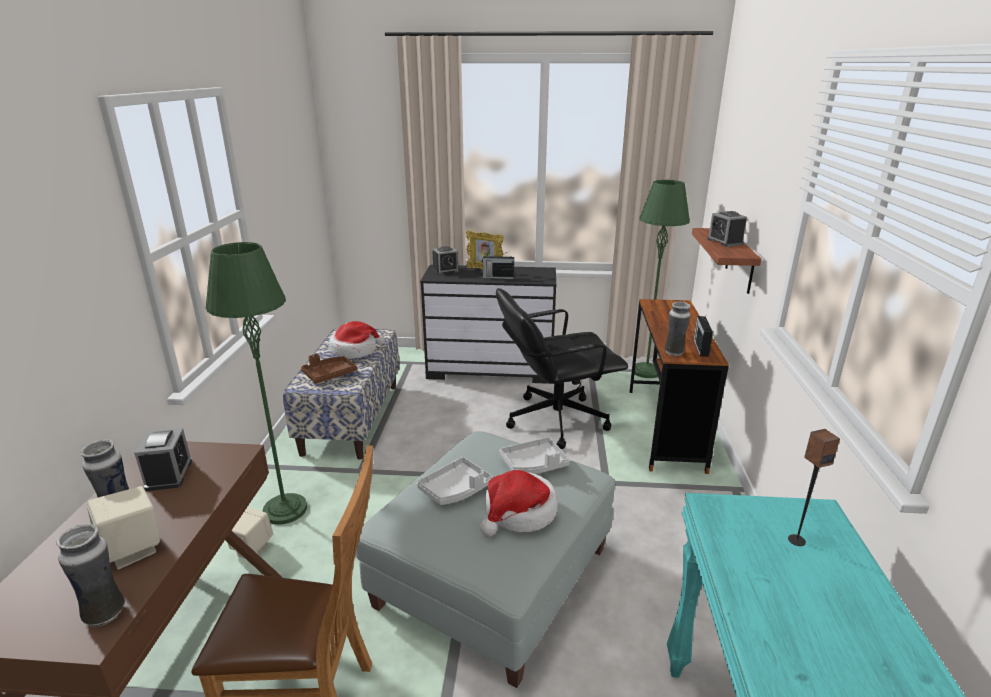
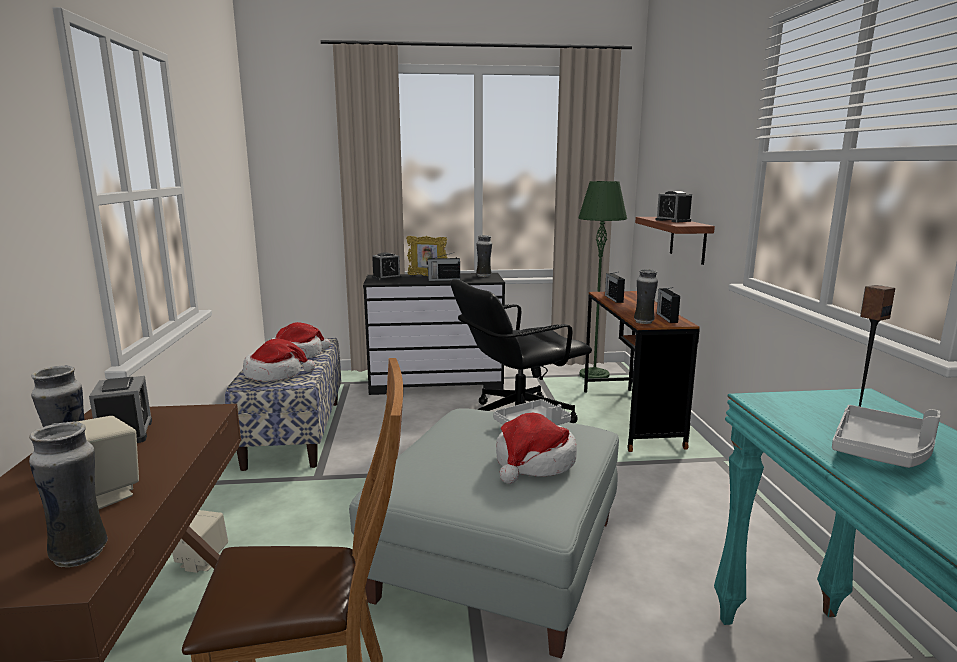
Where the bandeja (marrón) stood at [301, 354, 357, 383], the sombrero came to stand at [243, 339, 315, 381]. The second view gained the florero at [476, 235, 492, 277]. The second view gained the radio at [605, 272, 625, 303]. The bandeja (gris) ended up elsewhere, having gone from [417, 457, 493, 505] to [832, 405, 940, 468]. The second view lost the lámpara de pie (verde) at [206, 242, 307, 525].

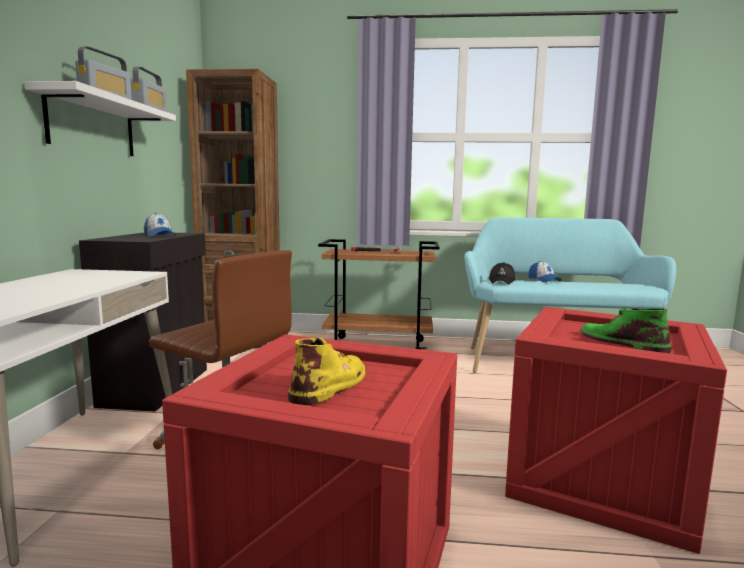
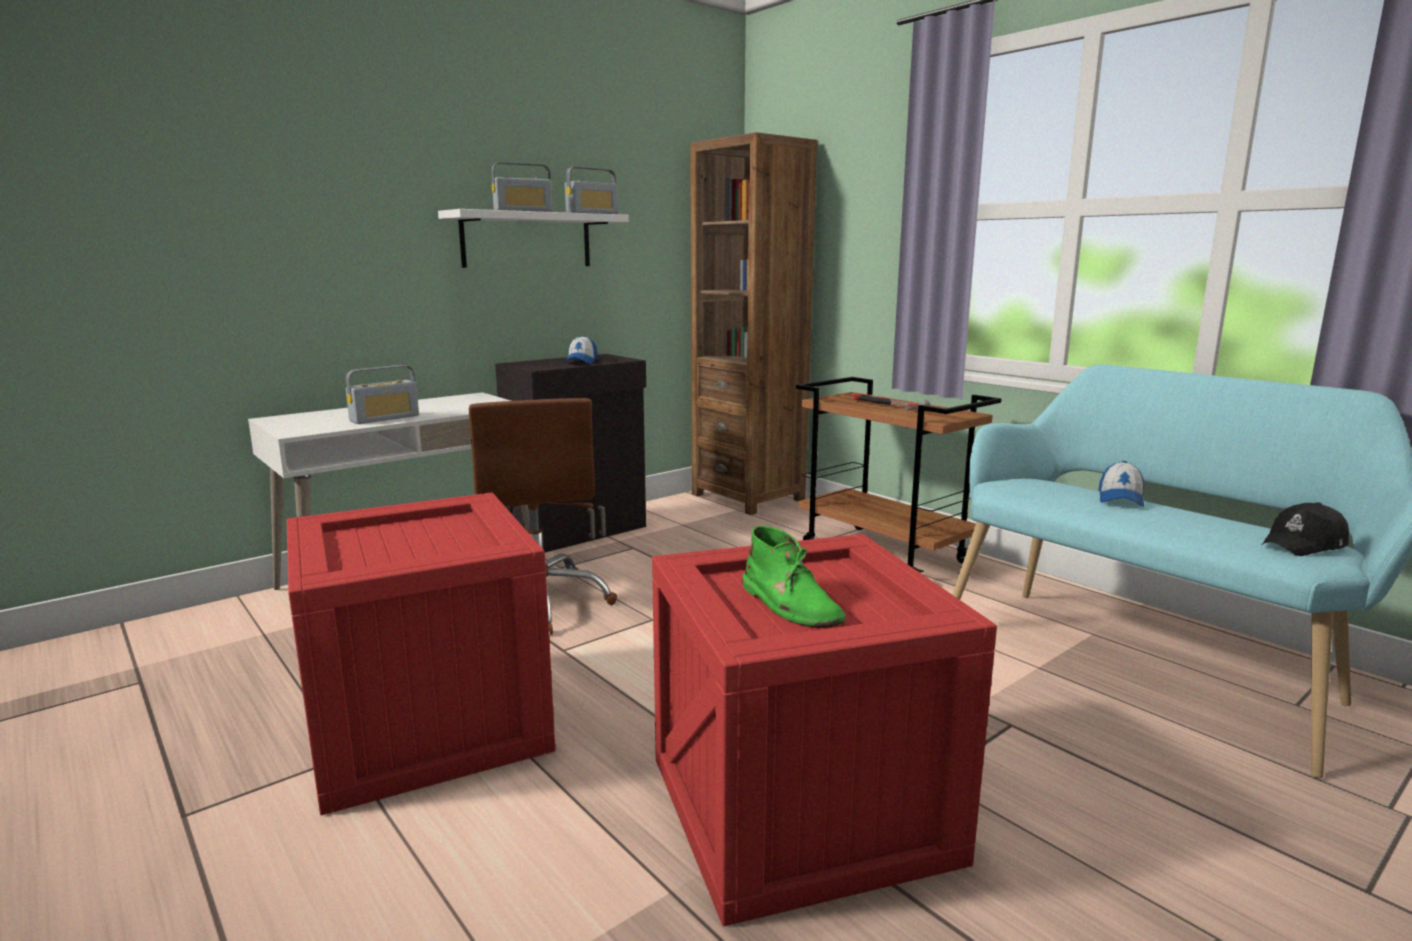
The second view gained the radio at [346, 365, 419, 424]. The bota (verde) at [580, 308, 672, 353] ended up facing another way, 135 degrees clockwise from before. The gorra (negro) ended up elsewhere, having gone from [489, 262, 515, 285] to [1262, 502, 1349, 556]. The second view lost the bota (amarillo) at [288, 337, 366, 405].

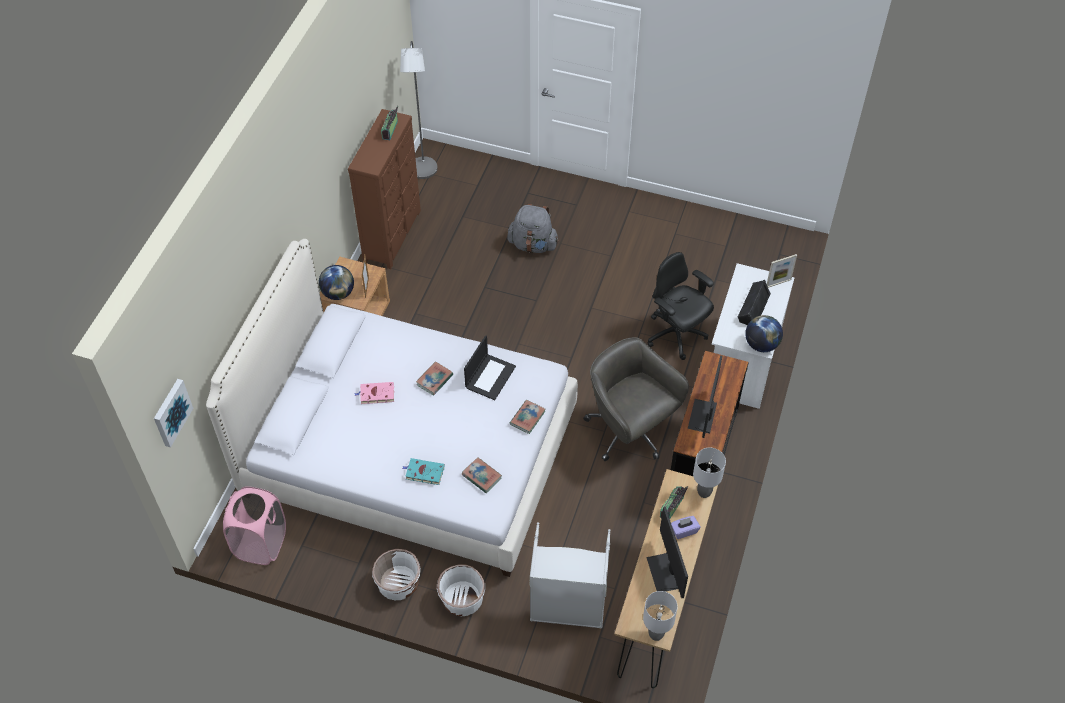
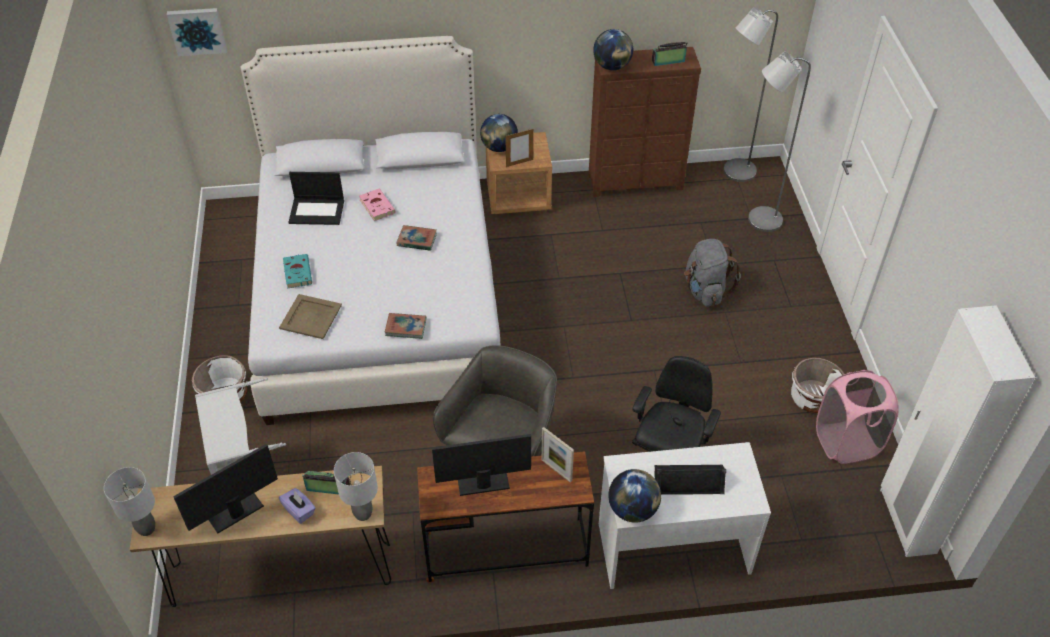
Where the libro stood at [462, 457, 502, 493], the bandeja (beis) came to stand at [279, 294, 342, 339]. The portátil ended up elsewhere, having gone from [464, 335, 516, 400] to [288, 172, 344, 225]. The portarretratos ended up elsewhere, having gone from [767, 254, 797, 288] to [541, 427, 574, 483]. The second view gained the globo terráqueo at [593, 29, 633, 70]. The second view gained the lámpara de pie (gris) at [748, 51, 811, 232]. The maceta (blanco) ended up elsewhere, having gone from [372, 549, 421, 600] to [791, 358, 845, 414]. The cesto de la ropa (rosa) ended up elsewhere, having gone from [223, 486, 286, 565] to [816, 370, 899, 464]. The second view gained the armario ropero (blanco) at [880, 305, 1035, 557].

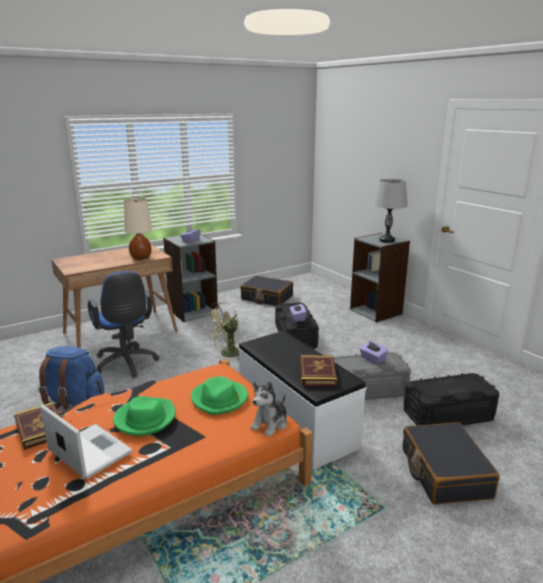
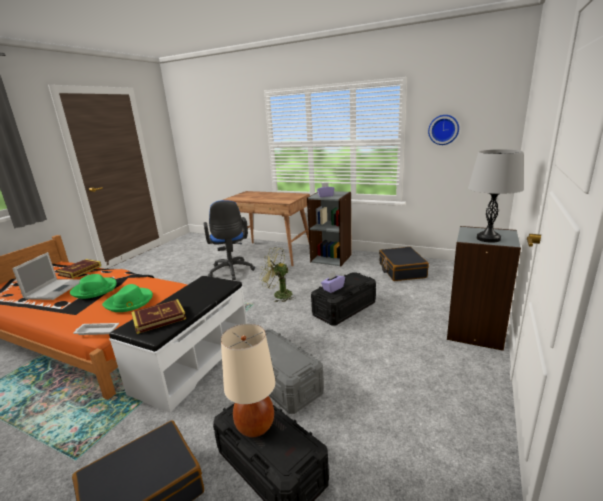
Where the peluche stood at [250, 381, 287, 437], the bandeja (blanco) came to stand at [73, 323, 119, 335]. The silla de oficina (azul) at [88, 271, 159, 378] ended up facing another way, 45 degrees counterclockwise from before. The lámpara de mesa (beis) ended up elsewhere, having gone from [124, 198, 152, 260] to [221, 324, 276, 437]. The second view gained the reloj de pared at [428, 115, 459, 145]. The second view lost the mochila (azul) at [38, 346, 105, 410]. The second view lost the caja de pañuelos (morado) at [360, 341, 388, 364].

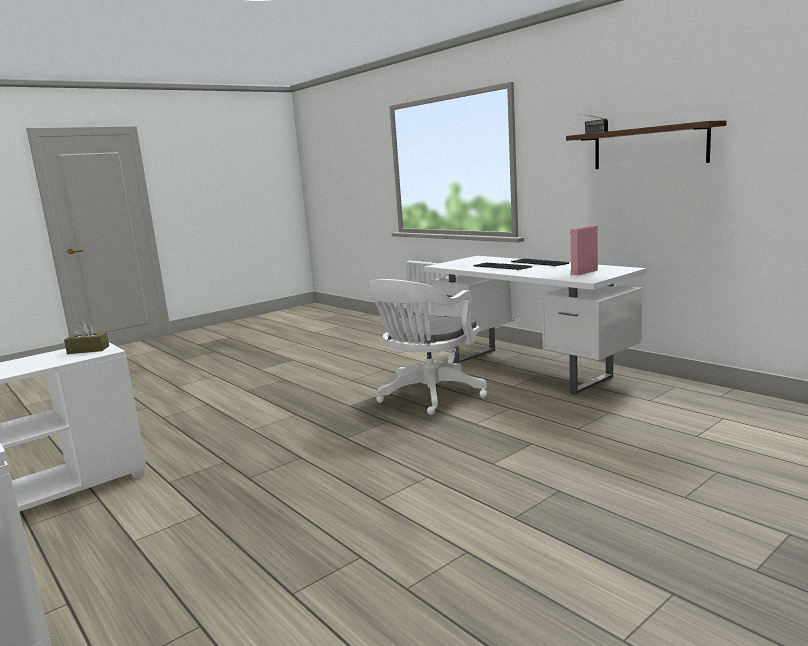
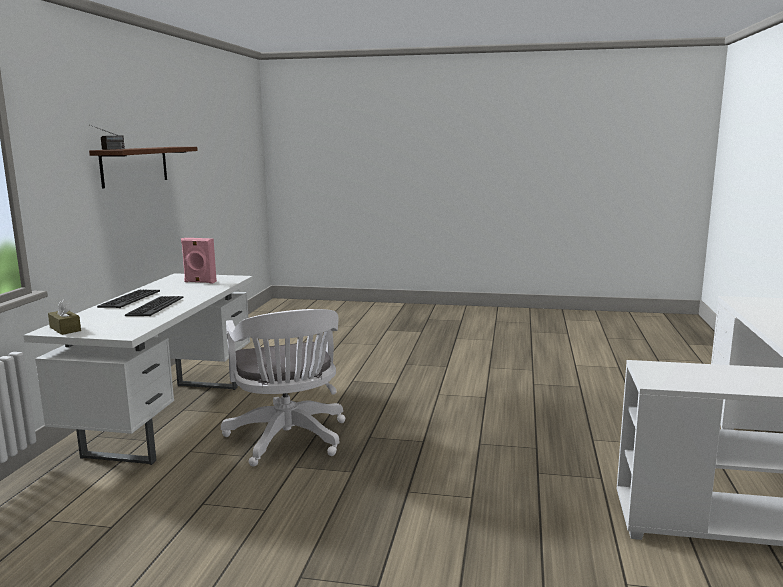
The caja de pañuelos (marrón) ended up elsewhere, having gone from [64, 322, 109, 354] to [48, 300, 81, 335]. The silla de oficina (blanco) at [369, 279, 487, 415] ended up facing another way, 75 degrees clockwise from before.

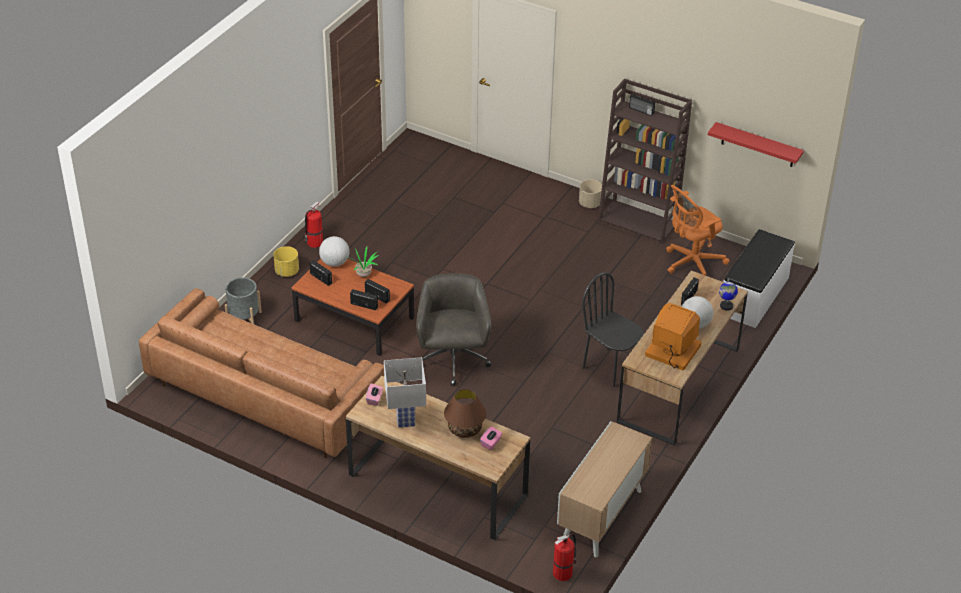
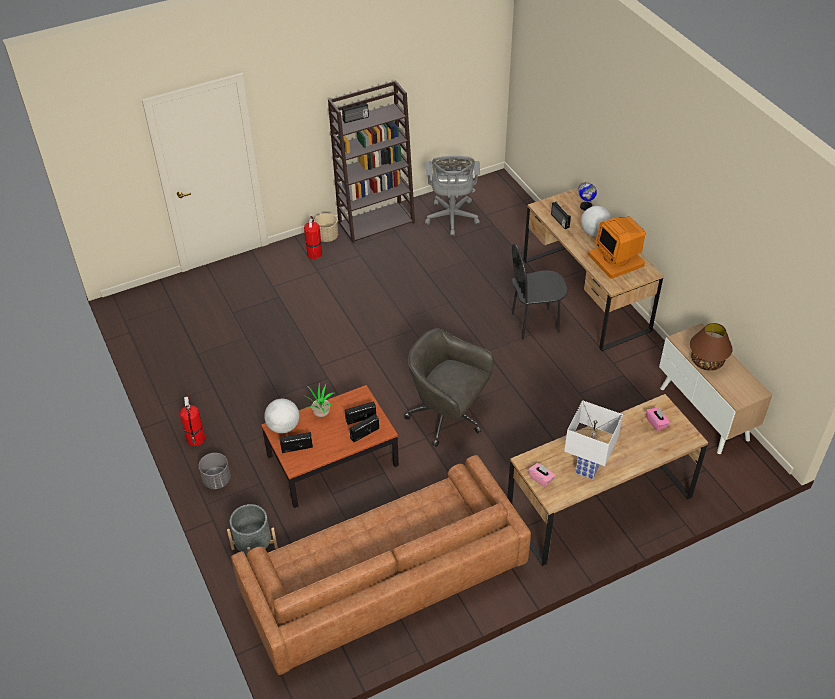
What was the maceta (amarillo) at [273, 246, 299, 277] turned into the maceta (gris) at [199, 453, 231, 489]. The extintor ended up elsewhere, having gone from [553, 534, 576, 581] to [304, 216, 322, 259]. What was the silla de oficina (naranja) at [666, 185, 730, 276] turned into the silla de oficina (gris) at [425, 156, 480, 235]. The monitor at [645, 303, 701, 370] ended up facing another way, 90 degrees counterclockwise from before. The lámpara de mesa (marrón) ended up elsewhere, having gone from [444, 389, 486, 438] to [690, 323, 733, 371]. The second view lost the estante (rojo) at [708, 122, 804, 167]. The second view lost the banco (blanco) at [723, 229, 795, 328].

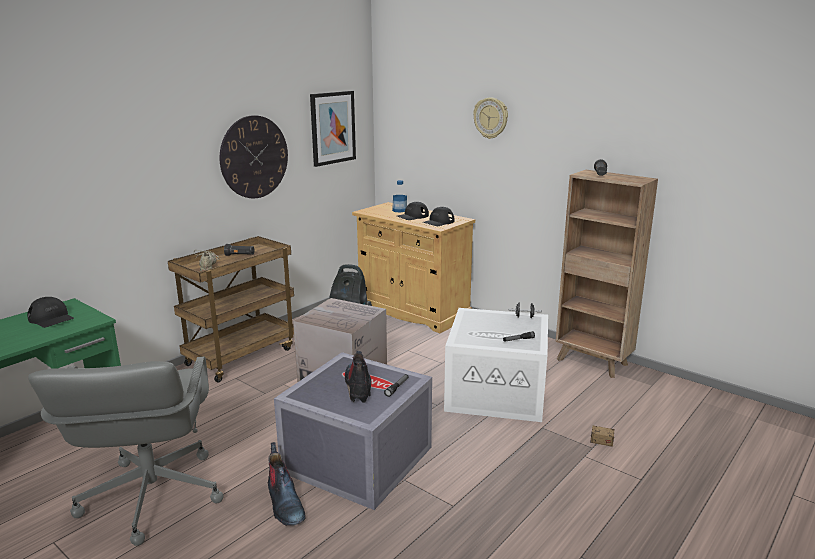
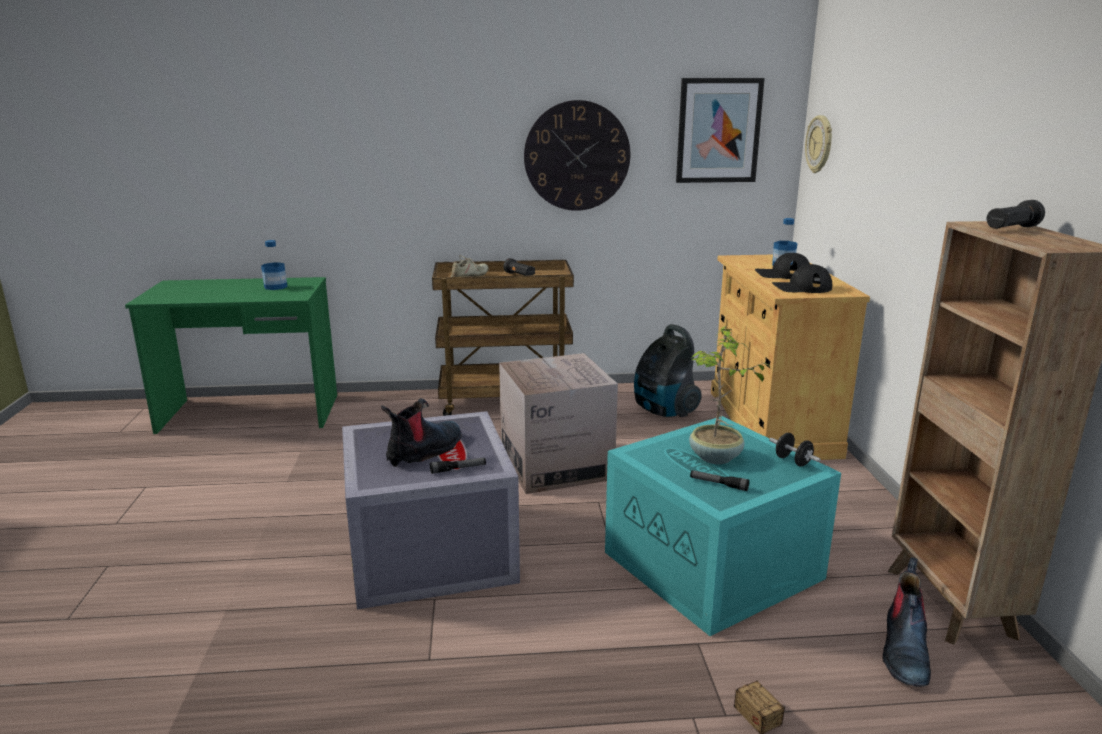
Where the gorra (negro) stood at [27, 297, 74, 328], the botella came to stand at [261, 240, 288, 290]. What was the caja de almacenaje (blanco) at [444, 308, 548, 422] turned into the caja de almacenaje (turquesa) at [605, 416, 841, 636]. The second view gained the planta en maceta at [689, 326, 772, 464]. The reloj de pared ended up elsewhere, having gone from [473, 98, 508, 139] to [805, 115, 832, 173]. The bota ended up elsewhere, having gone from [268, 442, 306, 526] to [882, 557, 931, 687]. The second view lost the silla de oficina (gris) at [28, 357, 224, 546].

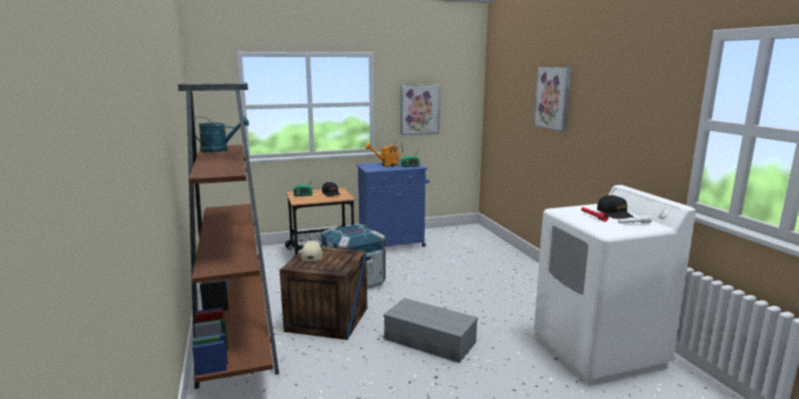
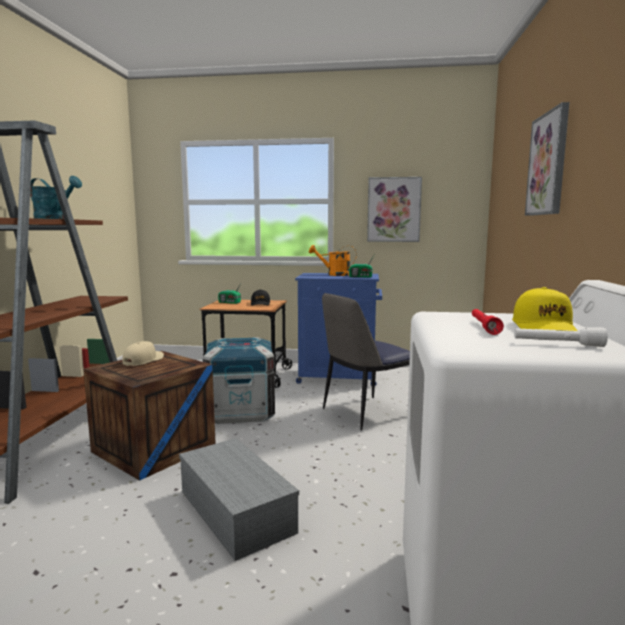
The second view gained the silla at [322, 293, 410, 431]. What was the gorra (negro) at [597, 195, 634, 219] turned into the gorra (amarillo) at [512, 287, 578, 331].

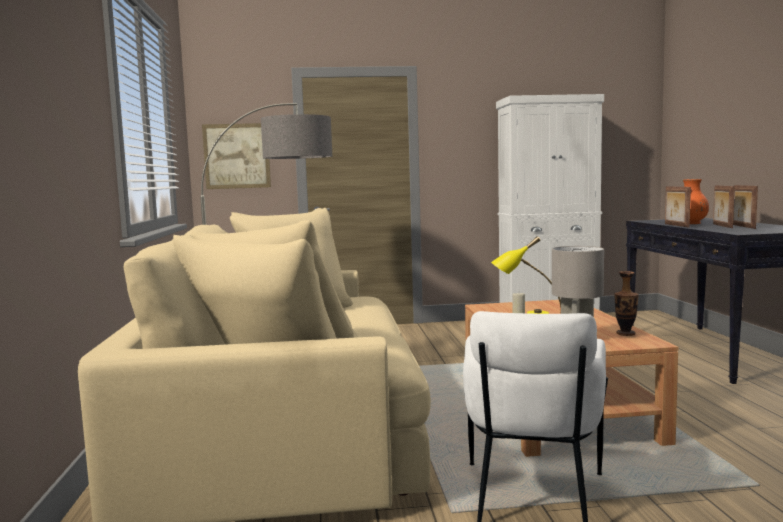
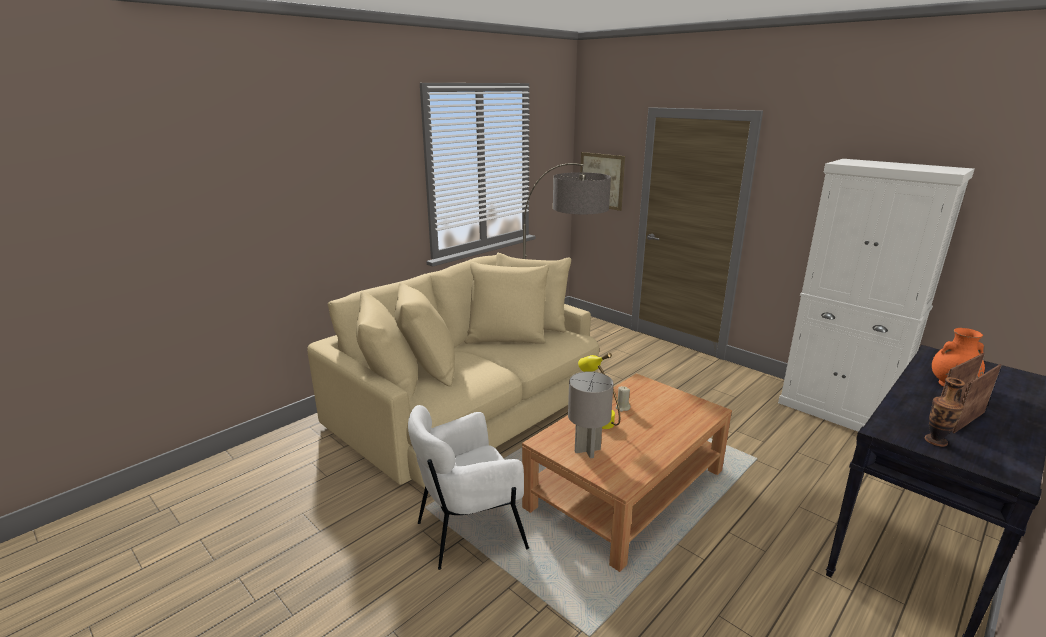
The florero ended up elsewhere, having gone from [614, 271, 639, 336] to [925, 377, 965, 447]. The second view lost the portarretratos at [665, 186, 691, 228].

